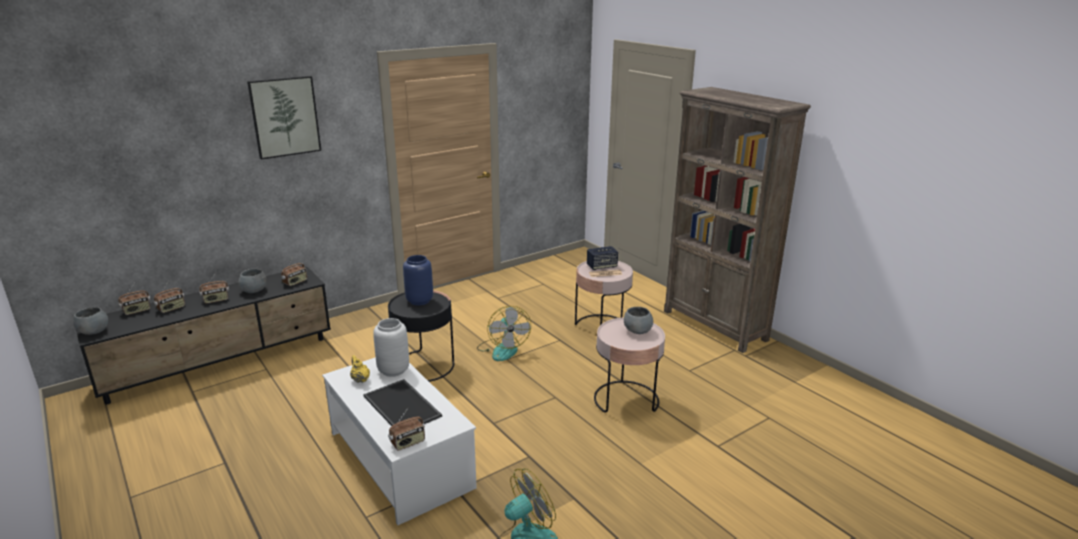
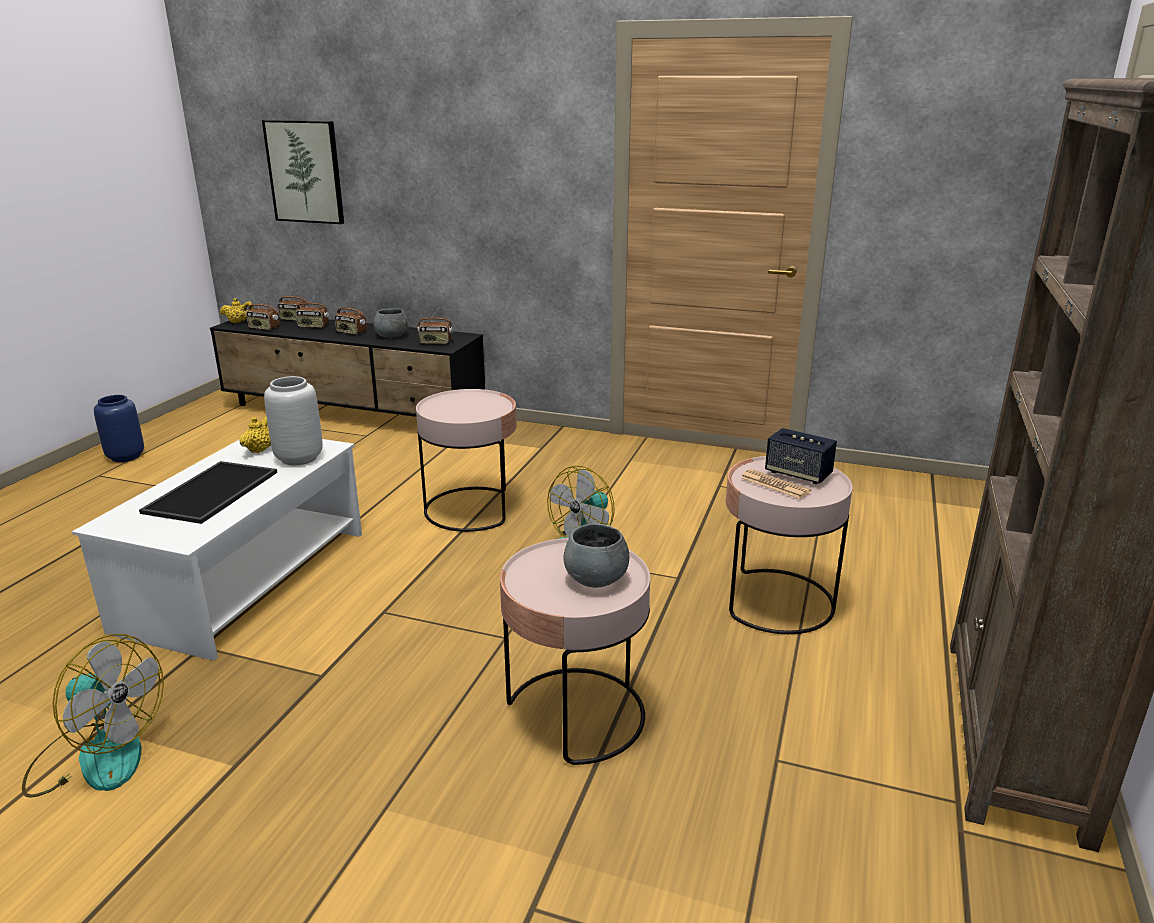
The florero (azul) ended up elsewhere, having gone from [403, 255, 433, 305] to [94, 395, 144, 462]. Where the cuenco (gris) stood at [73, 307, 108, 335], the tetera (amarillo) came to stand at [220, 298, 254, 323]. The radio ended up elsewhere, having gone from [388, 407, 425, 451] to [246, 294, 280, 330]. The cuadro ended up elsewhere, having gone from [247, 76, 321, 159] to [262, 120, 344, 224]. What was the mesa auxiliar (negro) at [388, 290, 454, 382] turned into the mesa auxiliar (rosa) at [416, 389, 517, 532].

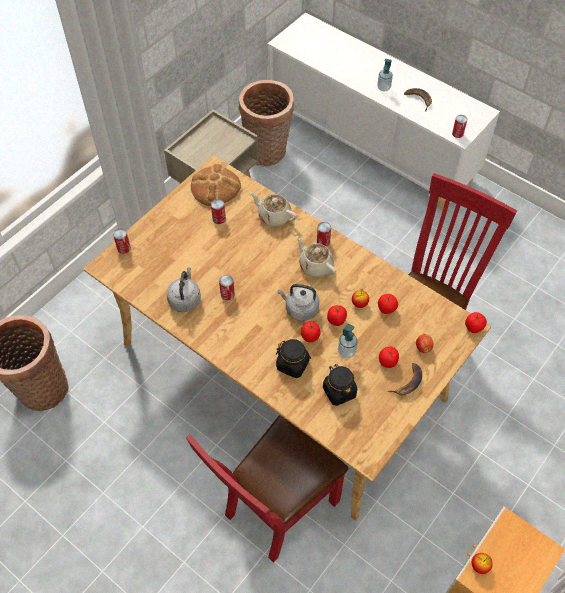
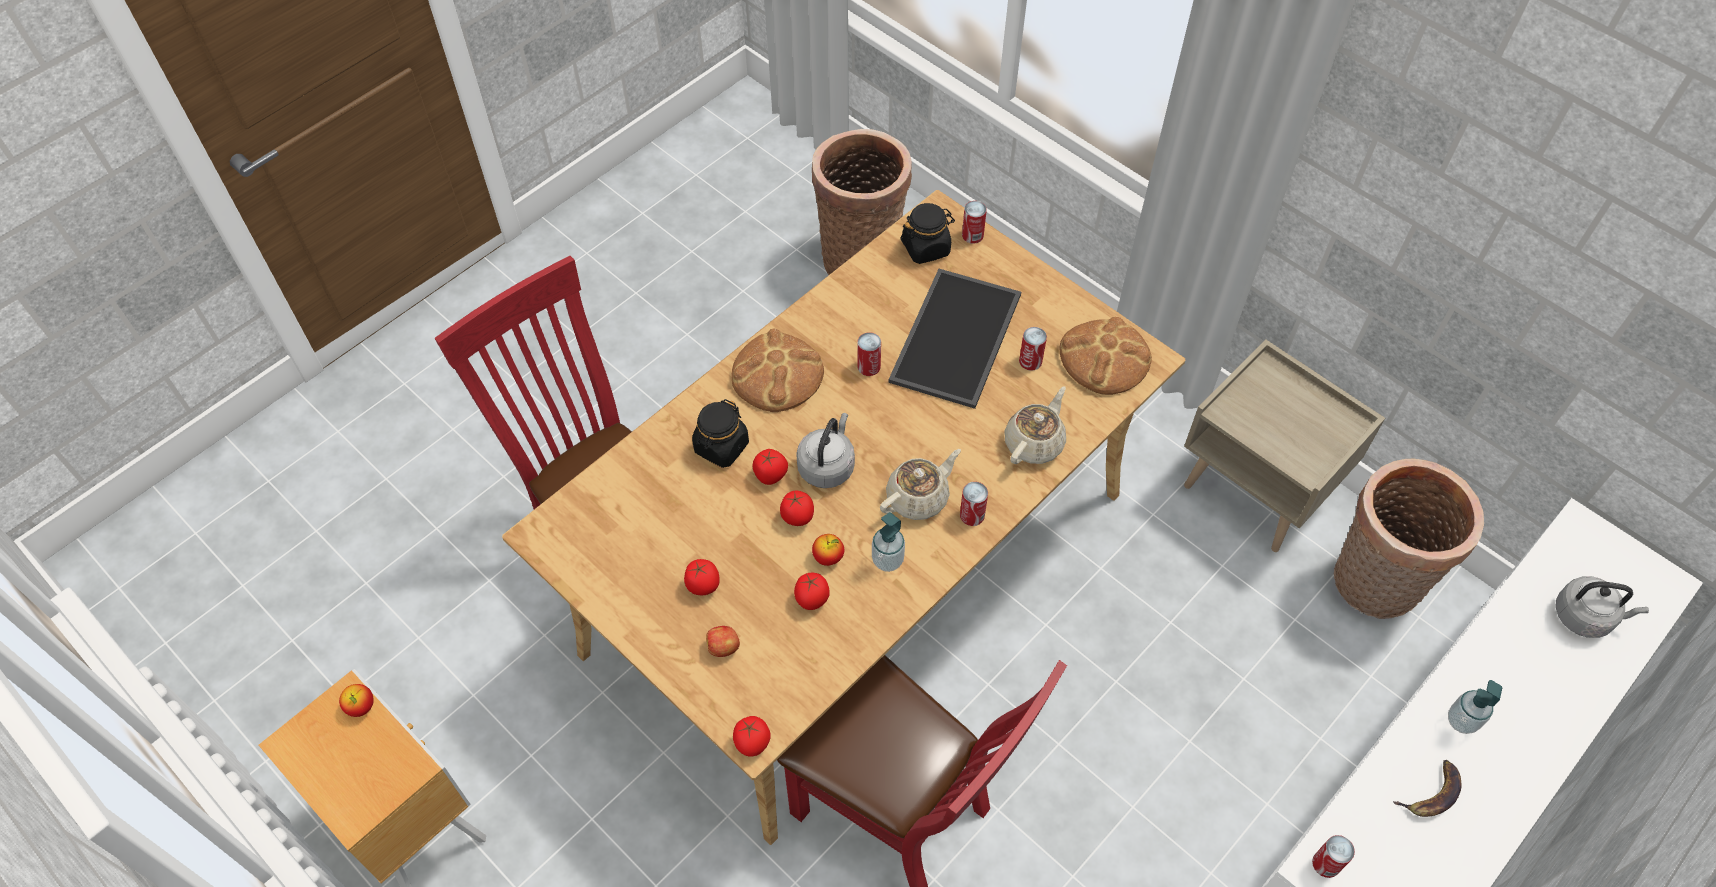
The second view gained the pan at [731, 328, 824, 412]. The dispensador de jabón ended up elsewhere, having gone from [338, 324, 358, 358] to [872, 512, 905, 572]. The second view gained the bandeja at [888, 269, 1021, 409]. The tarro (negro) ended up elsewhere, having gone from [323, 364, 357, 406] to [901, 203, 955, 264]. The hervidor (gris) ended up elsewhere, having gone from [167, 267, 201, 312] to [1556, 576, 1649, 638]. The second view lost the plátano at [388, 363, 422, 395].

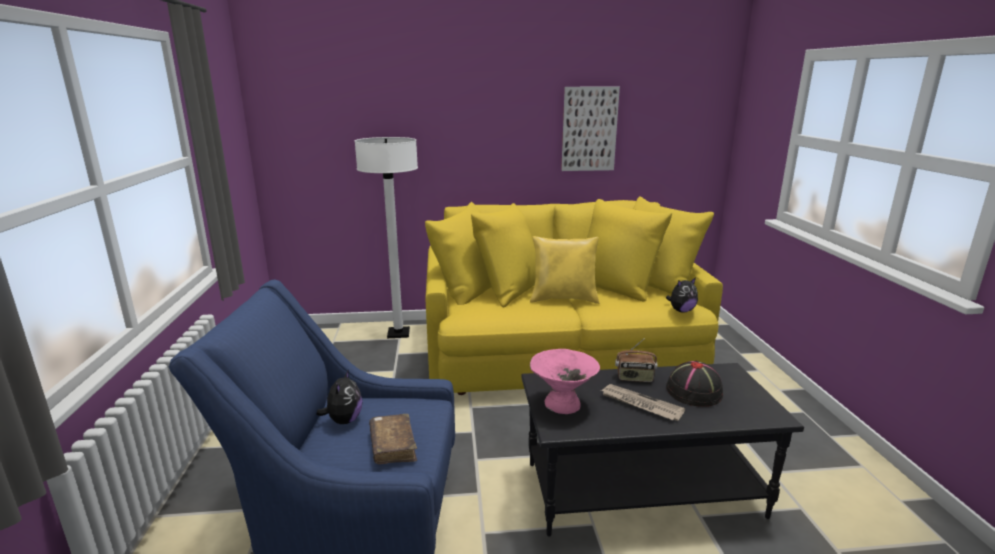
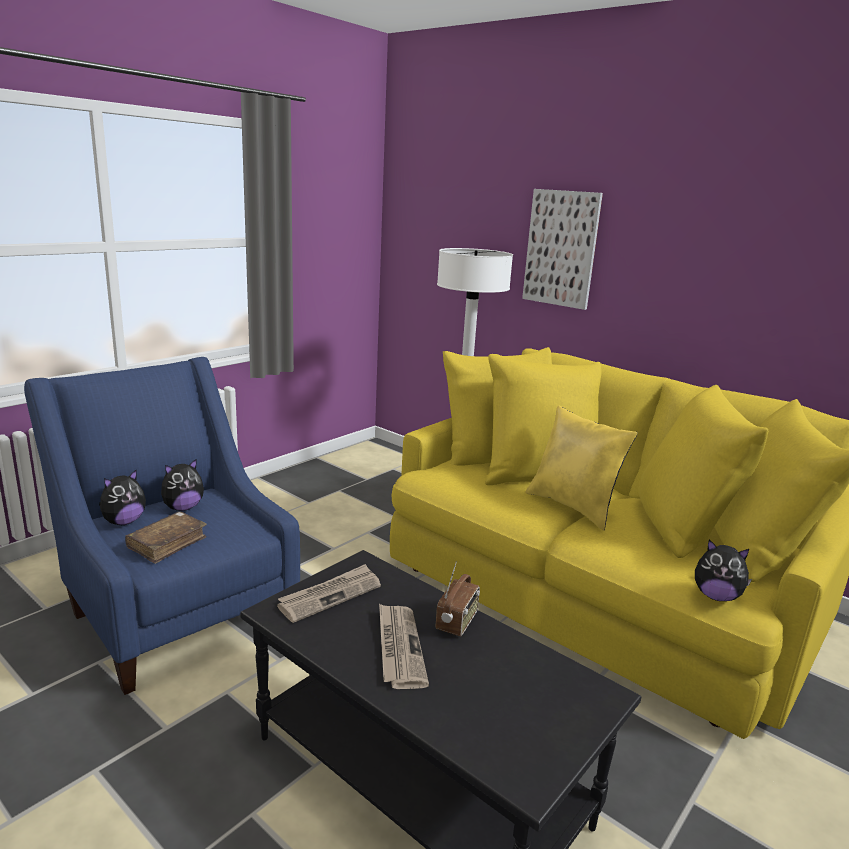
The second view gained the peluche at [99, 469, 146, 525]. Where the cuenco (rosa) stood at [530, 349, 600, 414], the periódico came to stand at [277, 564, 381, 623]. The radio at [615, 339, 657, 382] ended up facing another way, 120 degrees counterclockwise from before. The cuadro ended up elsewhere, having gone from [561, 87, 620, 171] to [522, 189, 603, 310]. The second view lost the sombrero (negro) at [666, 361, 723, 407].

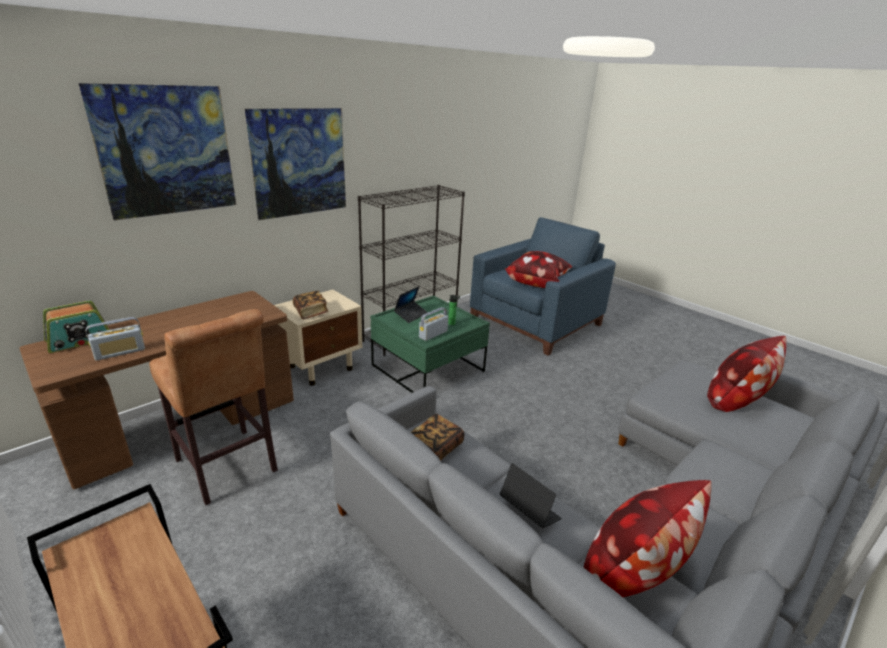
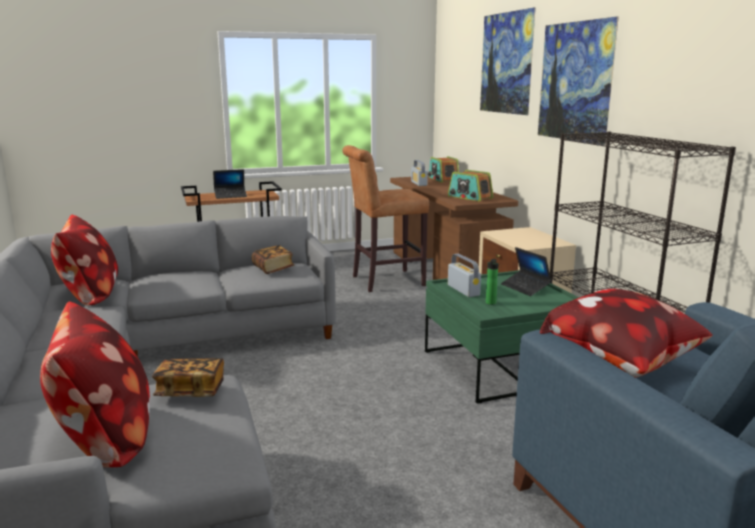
The libro ended up elsewhere, having gone from [293, 291, 328, 320] to [152, 358, 224, 397]. The portátil ended up elsewhere, having gone from [500, 463, 562, 528] to [213, 169, 247, 199]. The second view gained the radio at [448, 170, 493, 201].

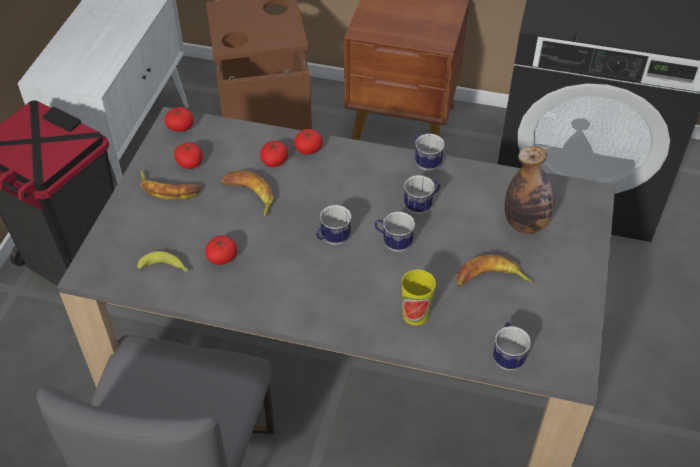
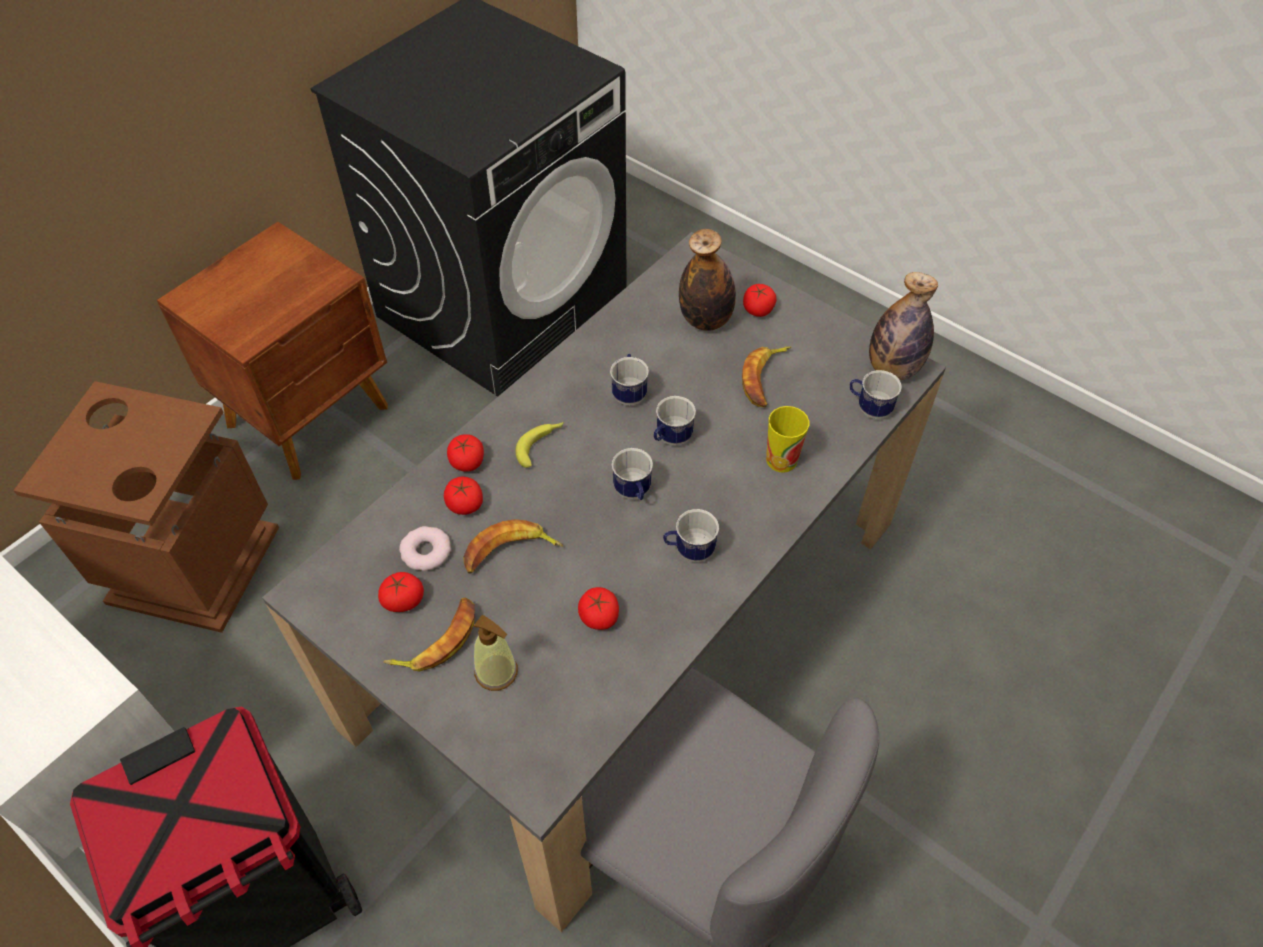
The second view gained the rosquilla at [399, 526, 451, 571]. The second view gained the dispensador de jabón at [473, 615, 518, 691]. The plátano ended up elsewhere, having gone from [137, 251, 189, 272] to [515, 422, 564, 468]. The taza grande ended up elsewhere, having gone from [415, 134, 445, 171] to [663, 509, 719, 562]. The tomate ended up elsewhere, having gone from [165, 107, 194, 132] to [743, 284, 776, 317]. The second view gained the botella at [869, 272, 938, 380].

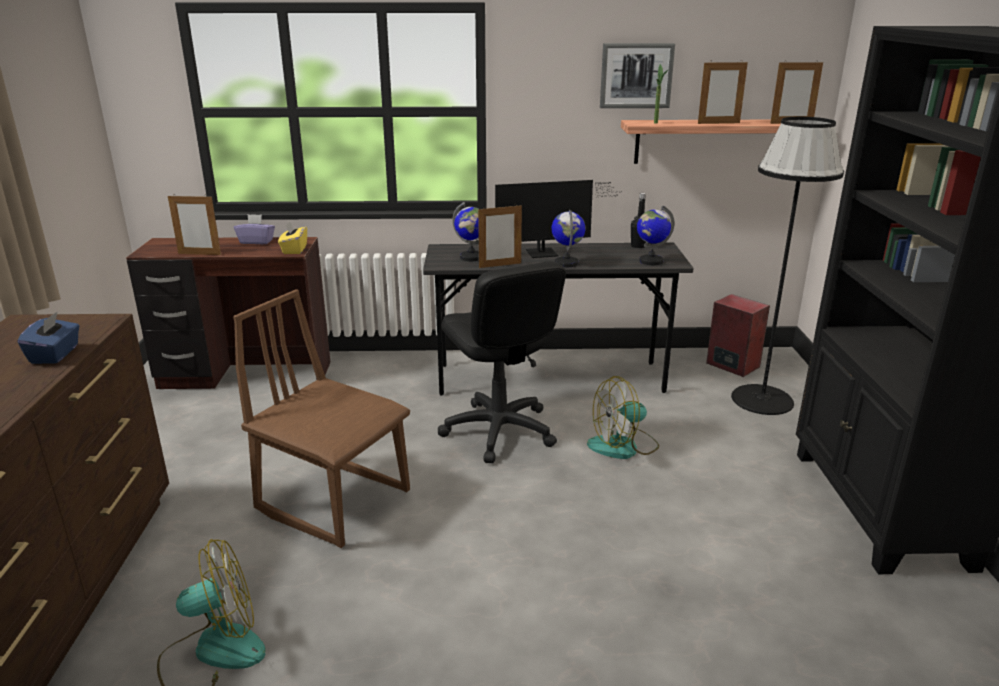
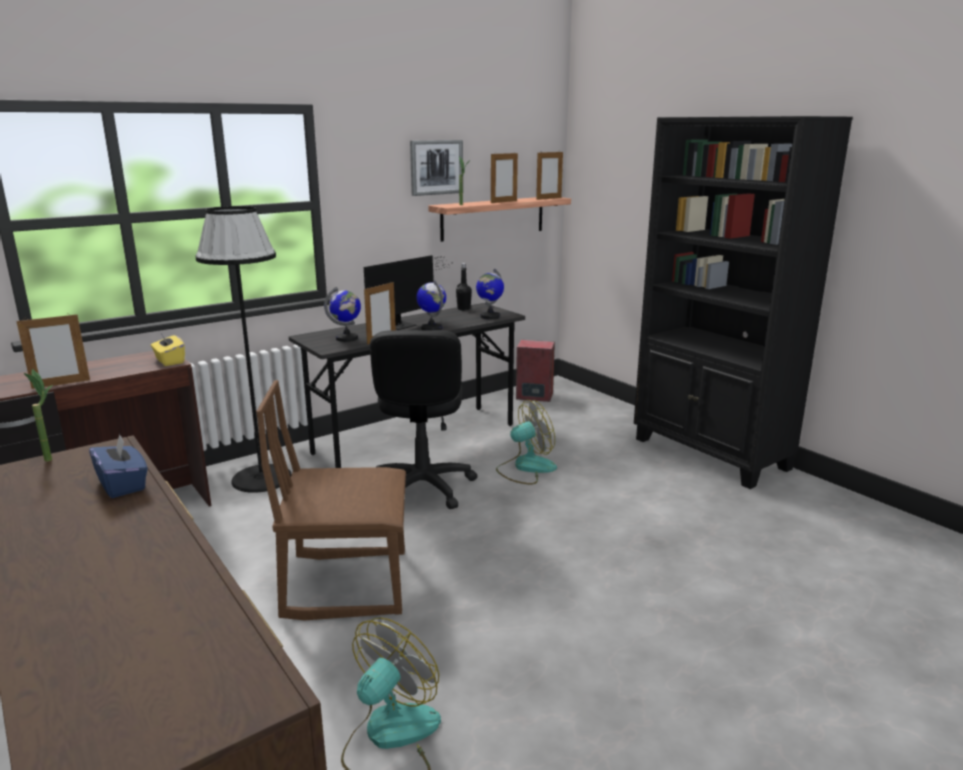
The second view gained the planta en maceta at [24, 369, 53, 462]. The lámpara de pie (negro) ended up elsewhere, having gone from [731, 117, 844, 415] to [196, 206, 292, 493]. The silla de oficina (negro) at [438, 261, 566, 463] ended up facing another way, 60 degrees clockwise from before. The ventilador at [587, 376, 659, 459] ended up facing another way, 150 degrees counterclockwise from before. The second view lost the caja de pañuelos (morado) at [234, 214, 275, 244].

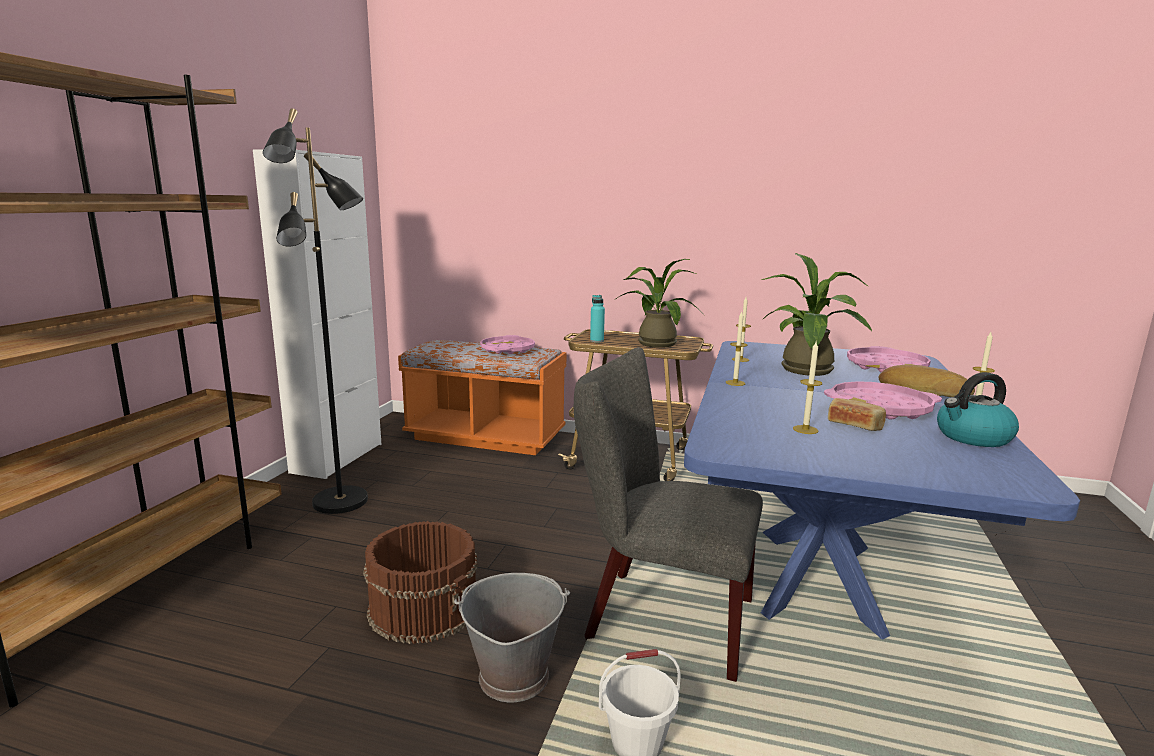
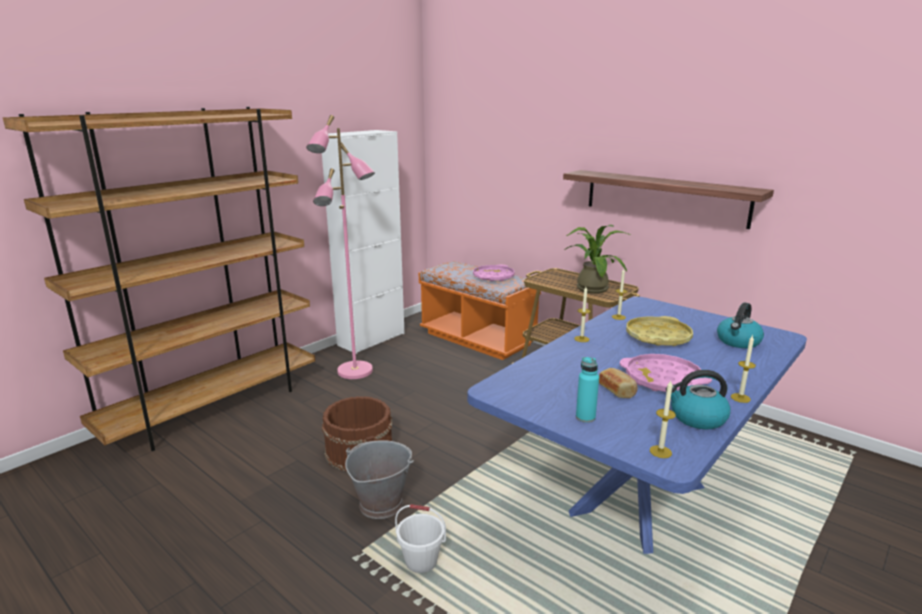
What was the lámpara de pie (negro) at [263, 108, 368, 514] turned into the lámpara de pie (rosa) at [306, 115, 375, 379]. The second view gained the estante at [563, 170, 774, 229]. The botella (turquesa) ended up elsewhere, having gone from [590, 295, 605, 342] to [576, 357, 599, 423]. Where the planta en maceta stood at [761, 253, 872, 376], the bandeja (amarillo) came to stand at [626, 316, 693, 346]. The vela ended up elsewhere, having gone from [793, 342, 823, 434] to [650, 381, 676, 458]. Where the bandeja (rosa) stood at [847, 346, 931, 372], the hervidor came to stand at [717, 303, 764, 348]. The second view lost the silla (gris) at [574, 347, 763, 682]. The second view lost the pan at [879, 365, 975, 397].

